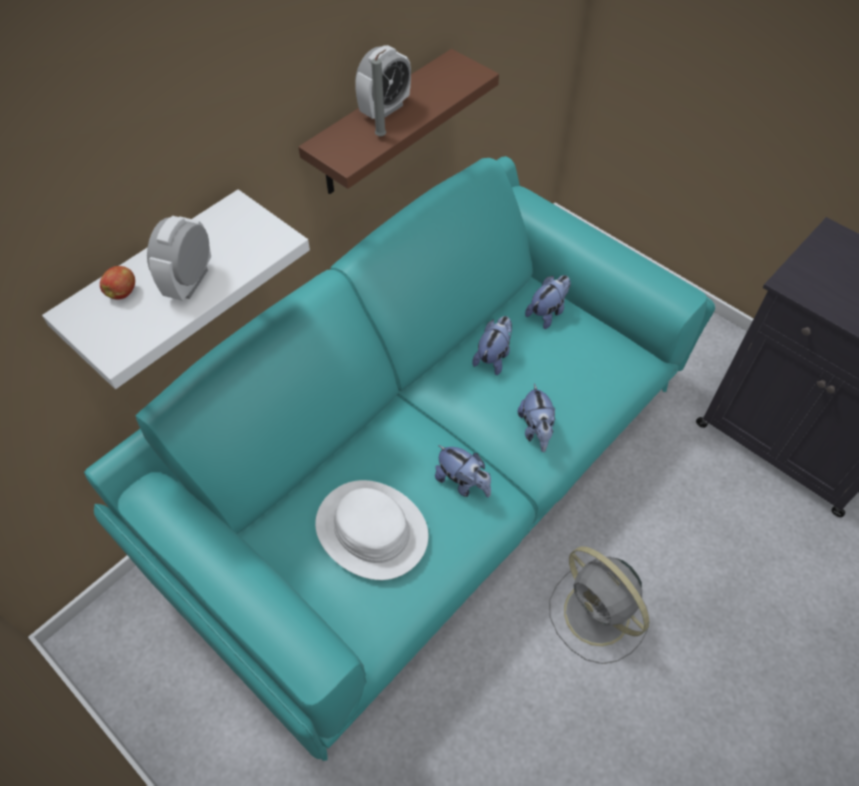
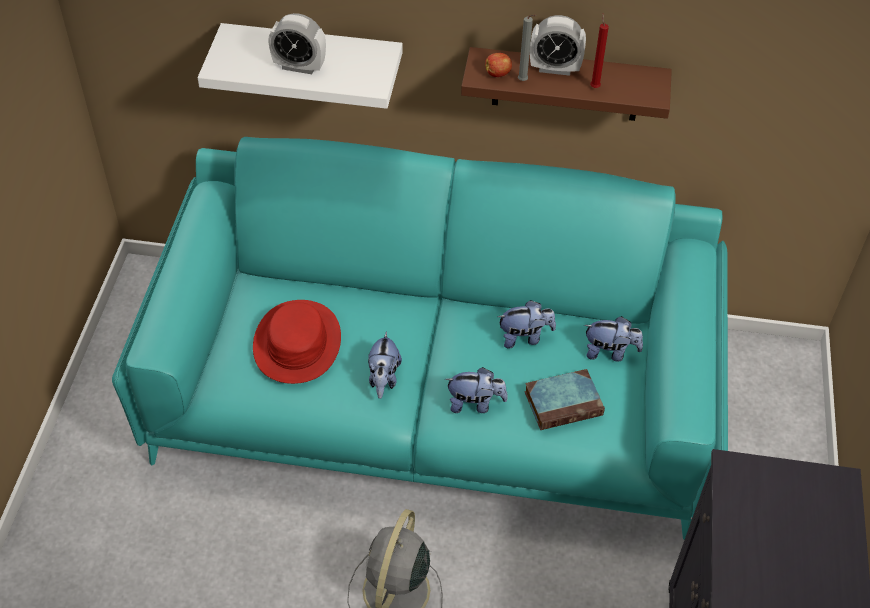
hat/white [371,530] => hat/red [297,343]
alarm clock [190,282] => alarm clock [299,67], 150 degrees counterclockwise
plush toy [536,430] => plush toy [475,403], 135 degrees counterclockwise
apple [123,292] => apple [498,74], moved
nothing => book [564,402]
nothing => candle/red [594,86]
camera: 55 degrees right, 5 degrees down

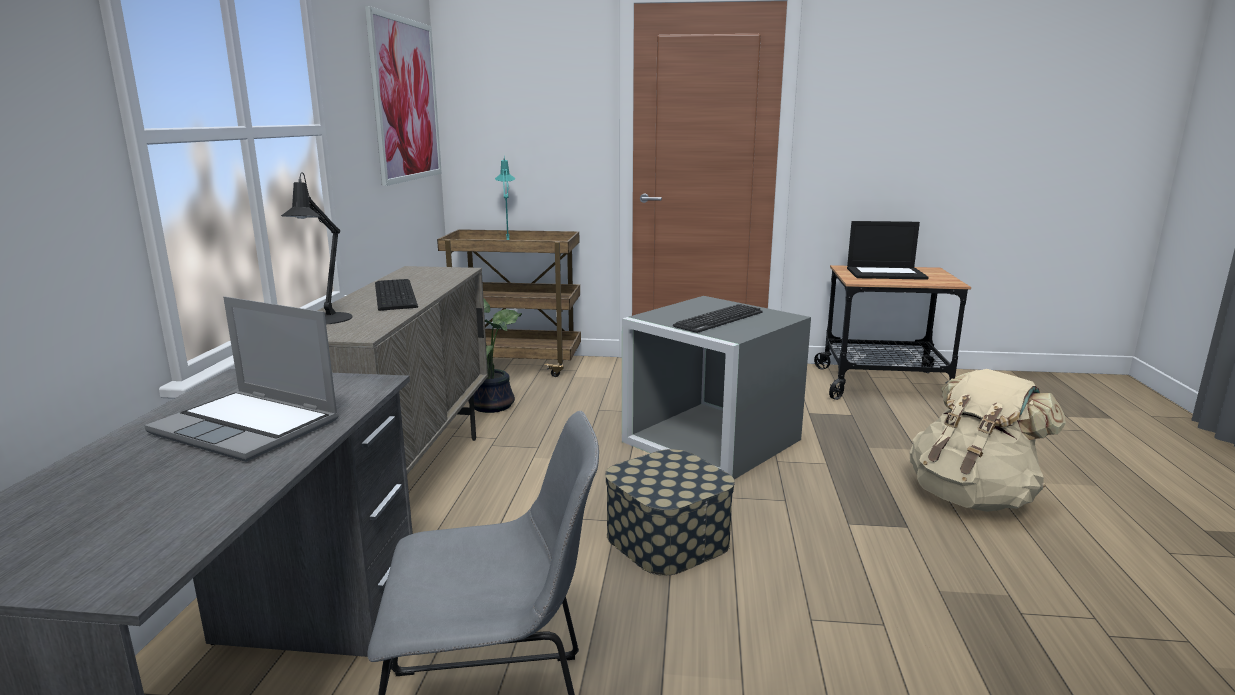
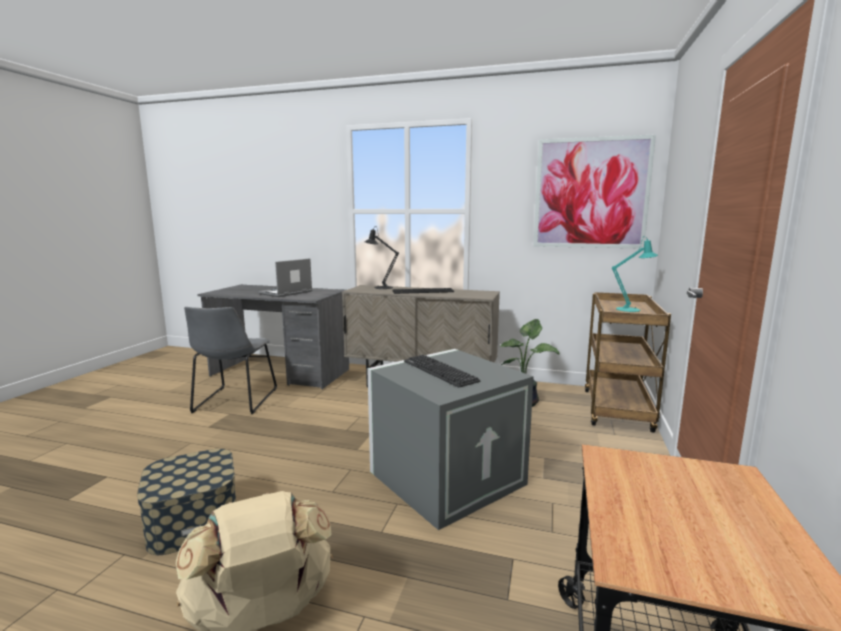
storage box [667,539] => storage box [193,521], moved
laptop [886,273] => nothing
camera: 100 degrees right, 5 degrees down

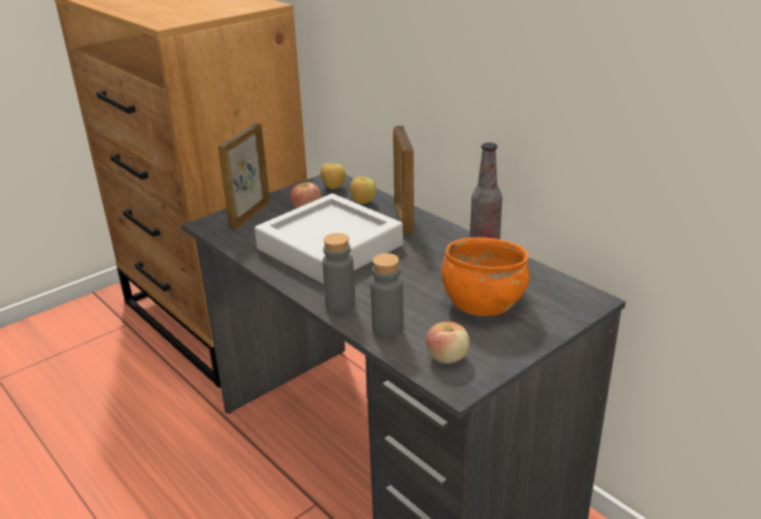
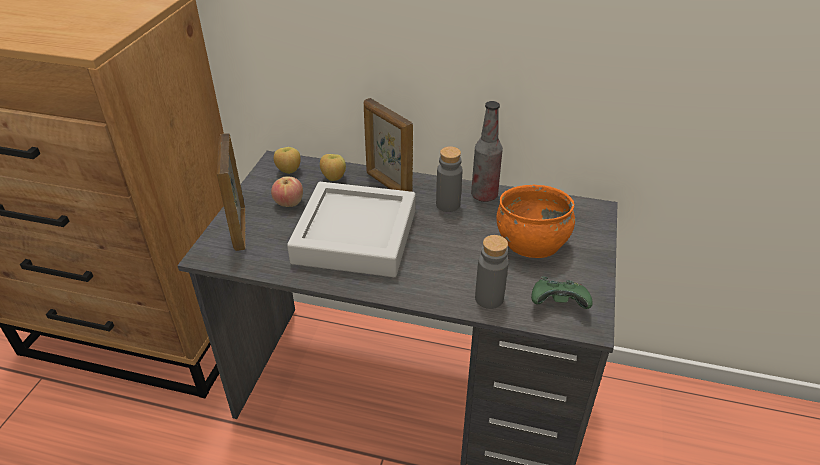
bottle/grey [340,306] => bottle/grey [448,204], moved
apple [448,358] => game controller/green [558,304]
camera: 35 degrees left, 10 degrees up

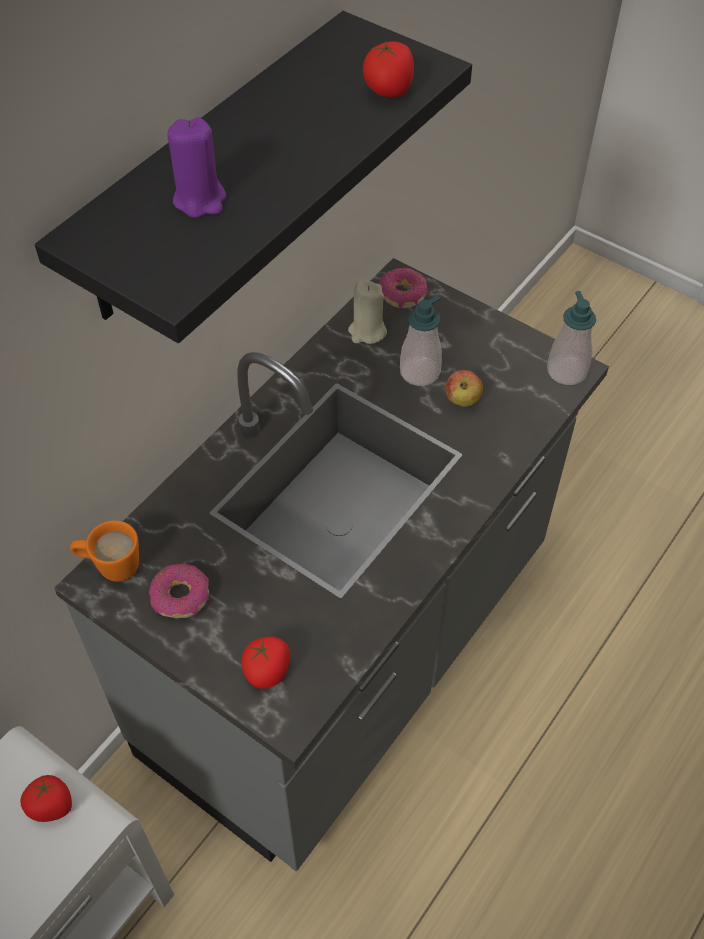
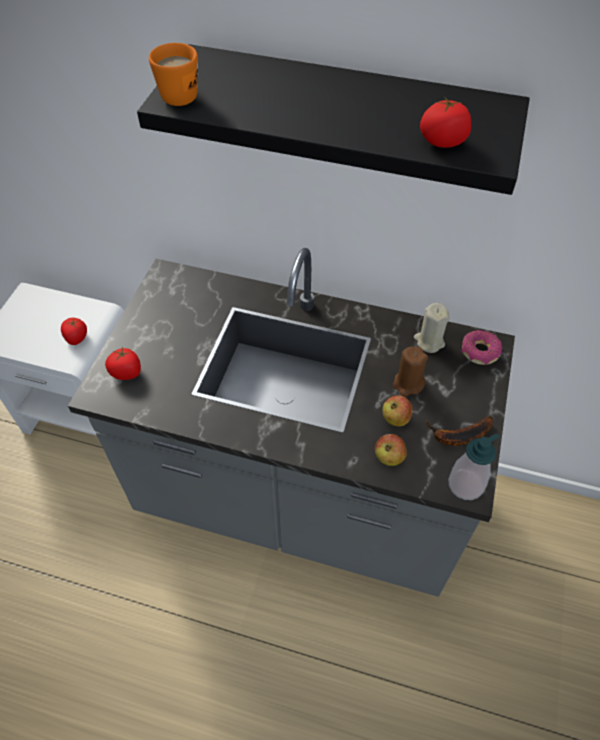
mug/orange [110,566] => mug/orange [178,93], moved
nothing => apple [389,457]
soap dispenser [420,372] => candle/brown [408,384]
nothing => banana [458,436]
donut [181,597] => nothing
candle/purple [200,199] => nothing
camera: 70 degrees right, 0 degrees up

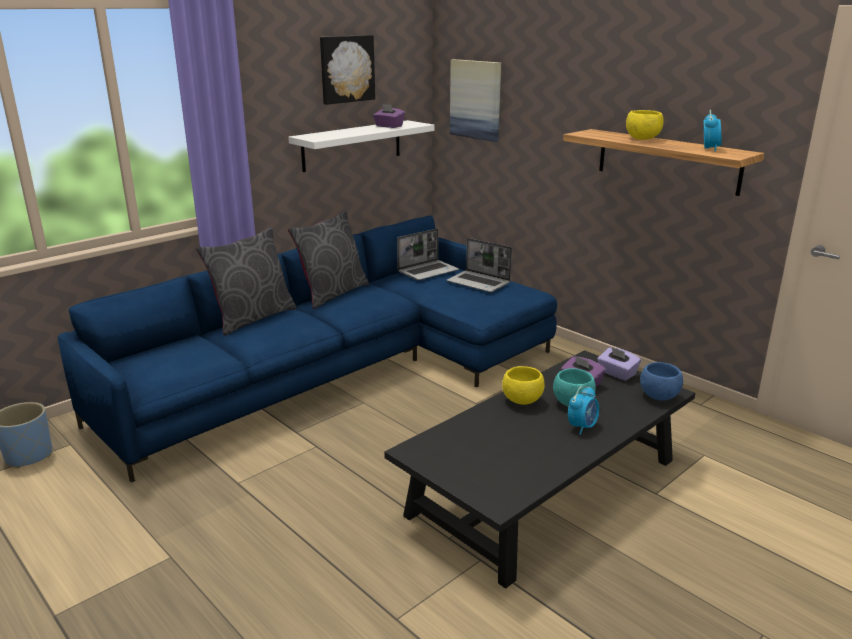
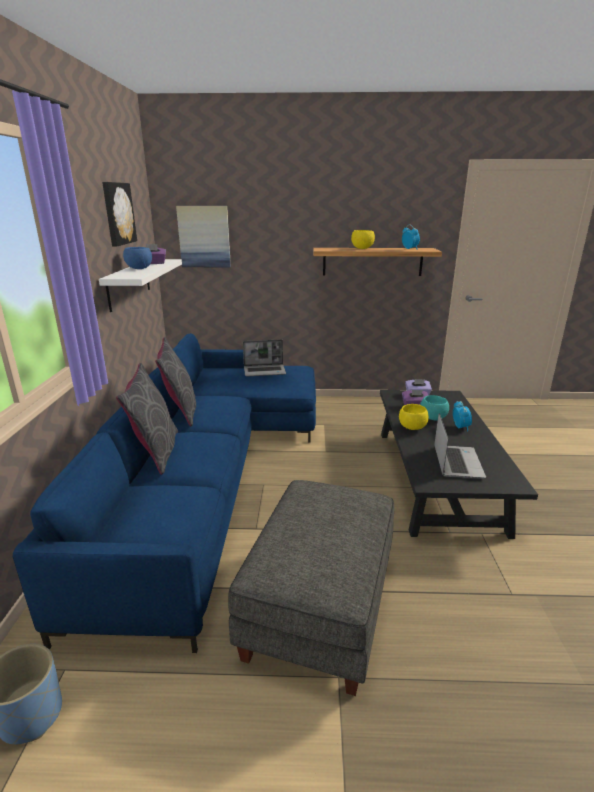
bowl/blue [659,396] => bowl/blue [139,269], moved
nothing => ottoman/grey [318,605]
laptop [428,271] => laptop [456,462], moved
camera: 45 degrees left, 0 degrees up

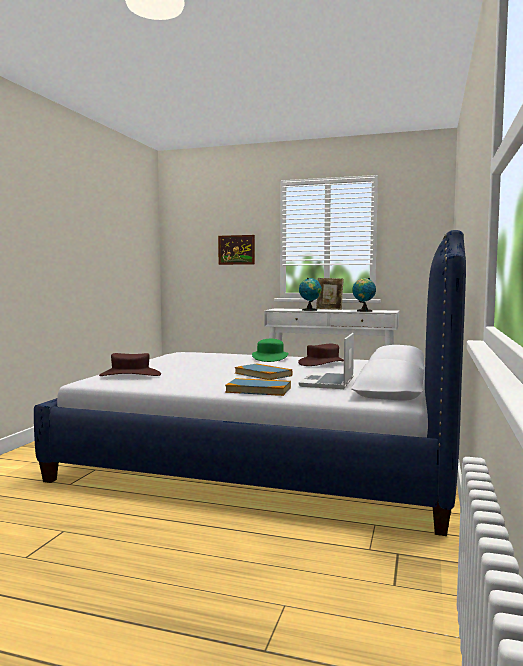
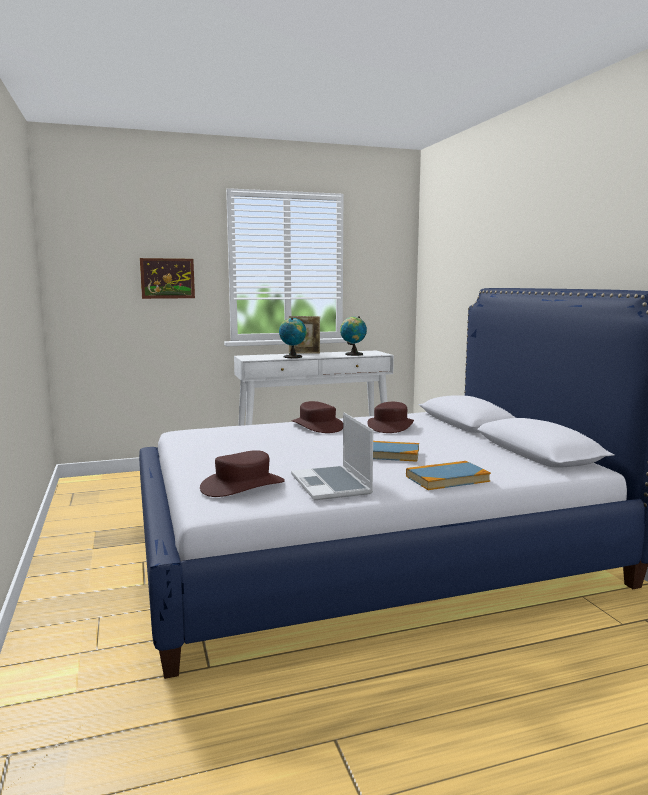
hat/green [270,358] => hat/brown [317,426]
laptop [328,383] => laptop [332,485], moved
camera: 35 degrees left, 5 degrees up

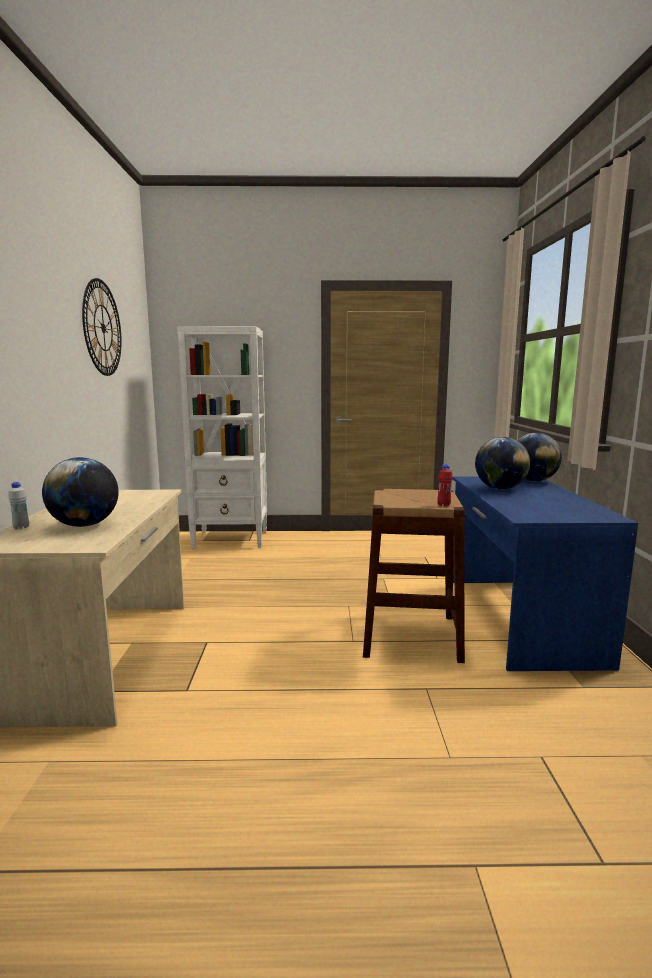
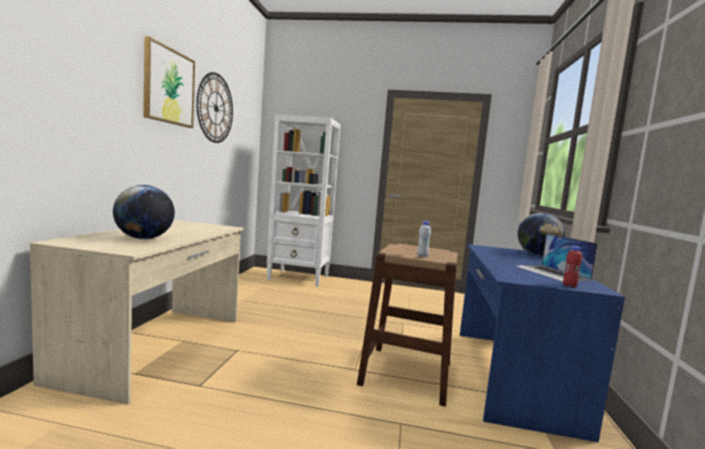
nothing => picture [169,86]
bottle/white [21,527] => bottle/white [422,256], moved
nothing => laptop [552,273]
bottle/red [443,505] => bottle/red [569,286], moved
globe [500,488] => nothing
camera: 10 degrees right, 5 degrees down

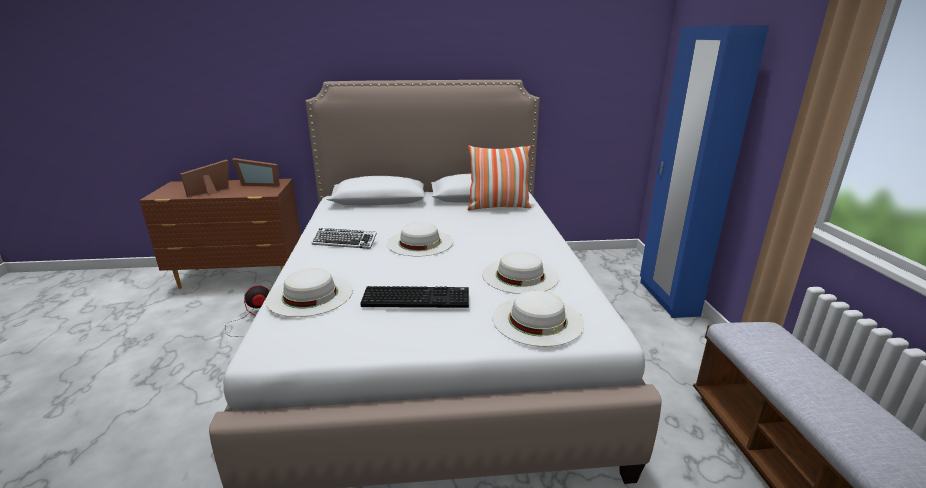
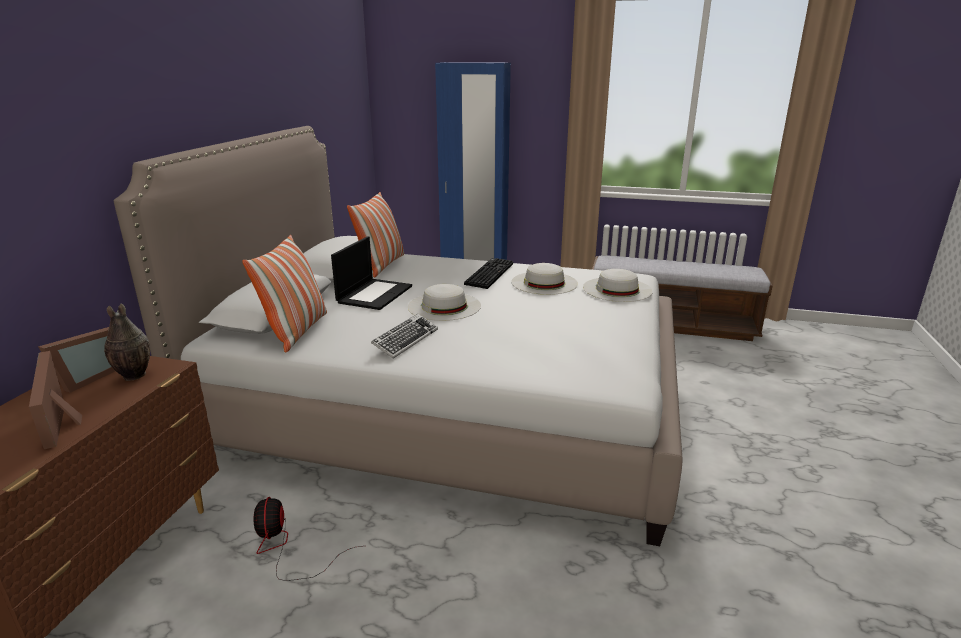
nothing => vase [133,376]
nothing => pillow [296,331]
nothing => laptop [374,294]
keyboard [417,298] => keyboard [488,274], moved
hat/white [310,294] => nothing
camera: 70 degrees left, 0 degrees up

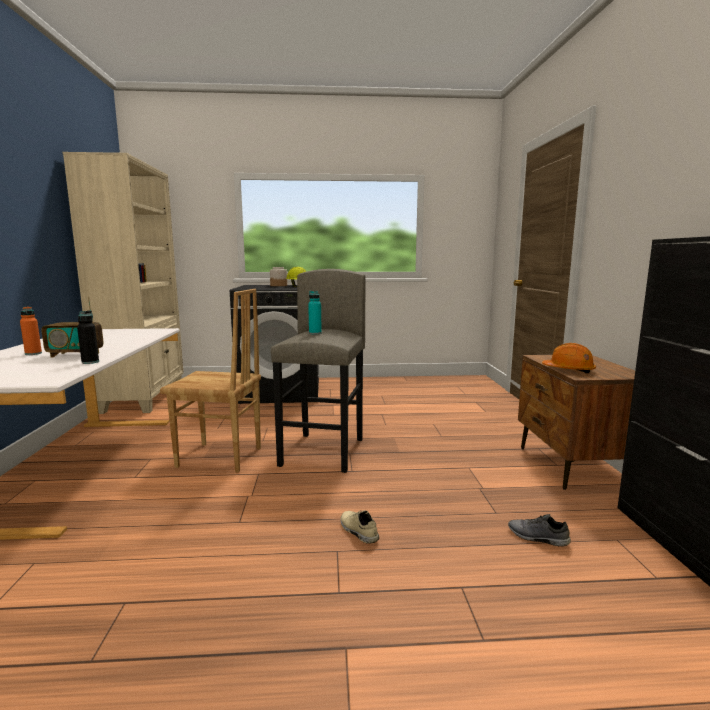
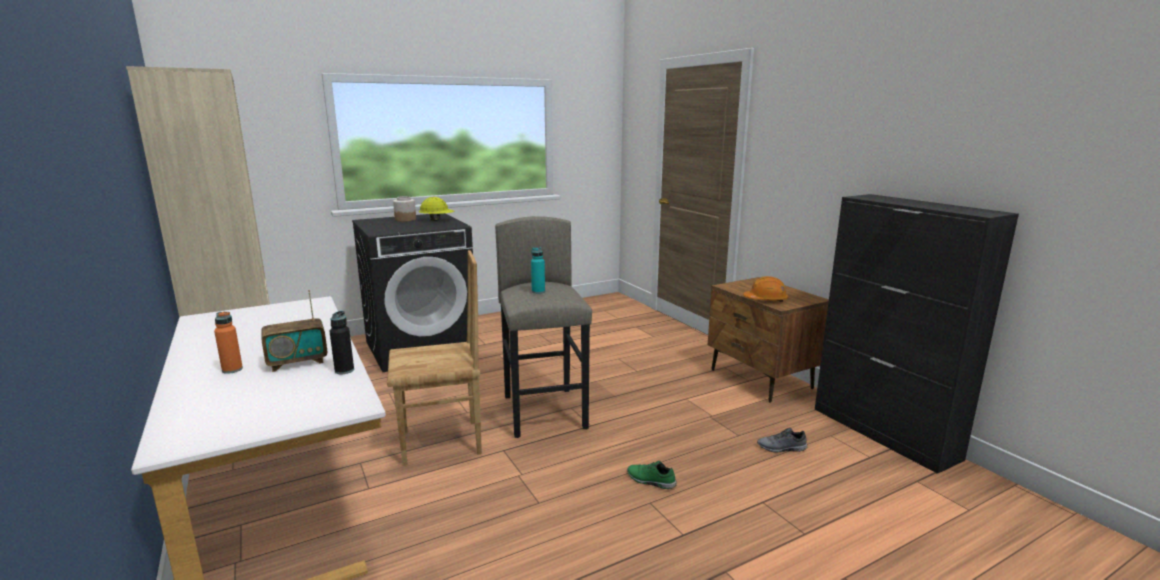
shoe/beige [357,531] => shoe/green [650,481]
camera: 25 degrees left, 5 degrees up

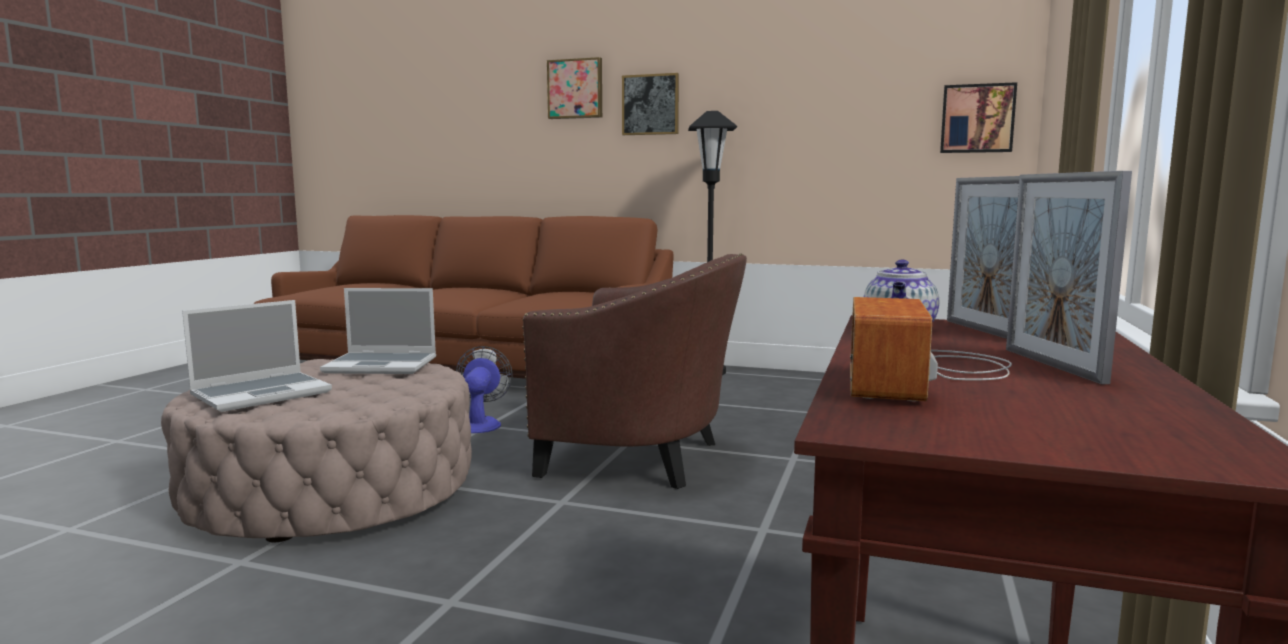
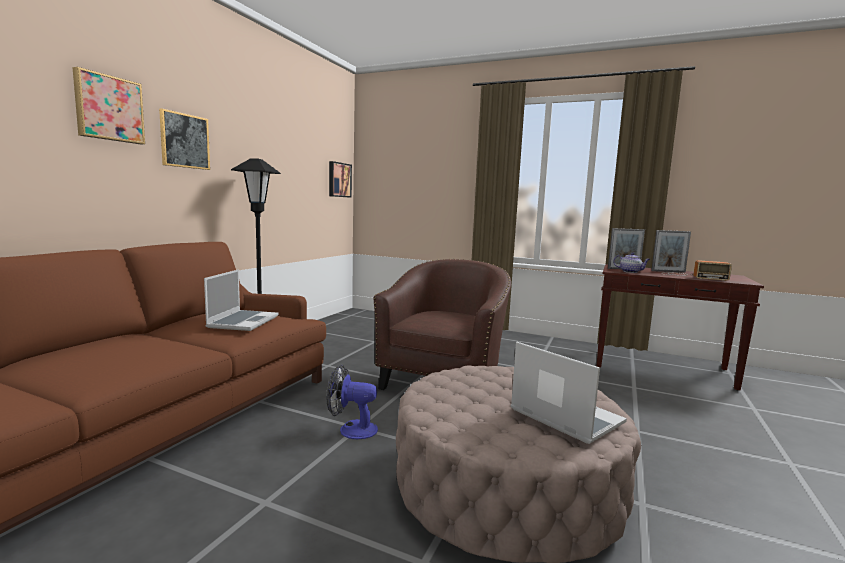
laptop [383,365] => laptop [243,321], moved
camera: 85 degrees left, 0 degrees up

